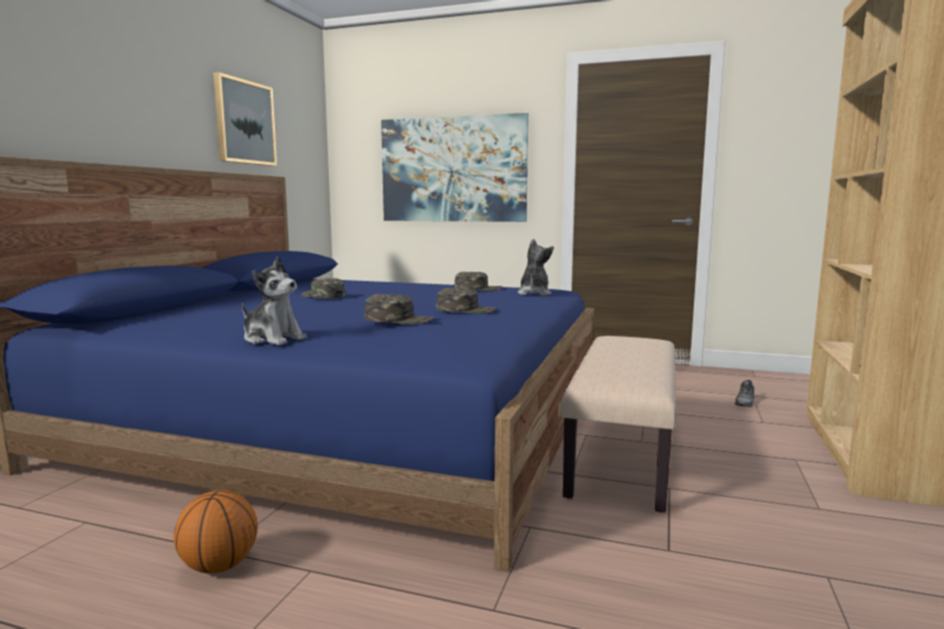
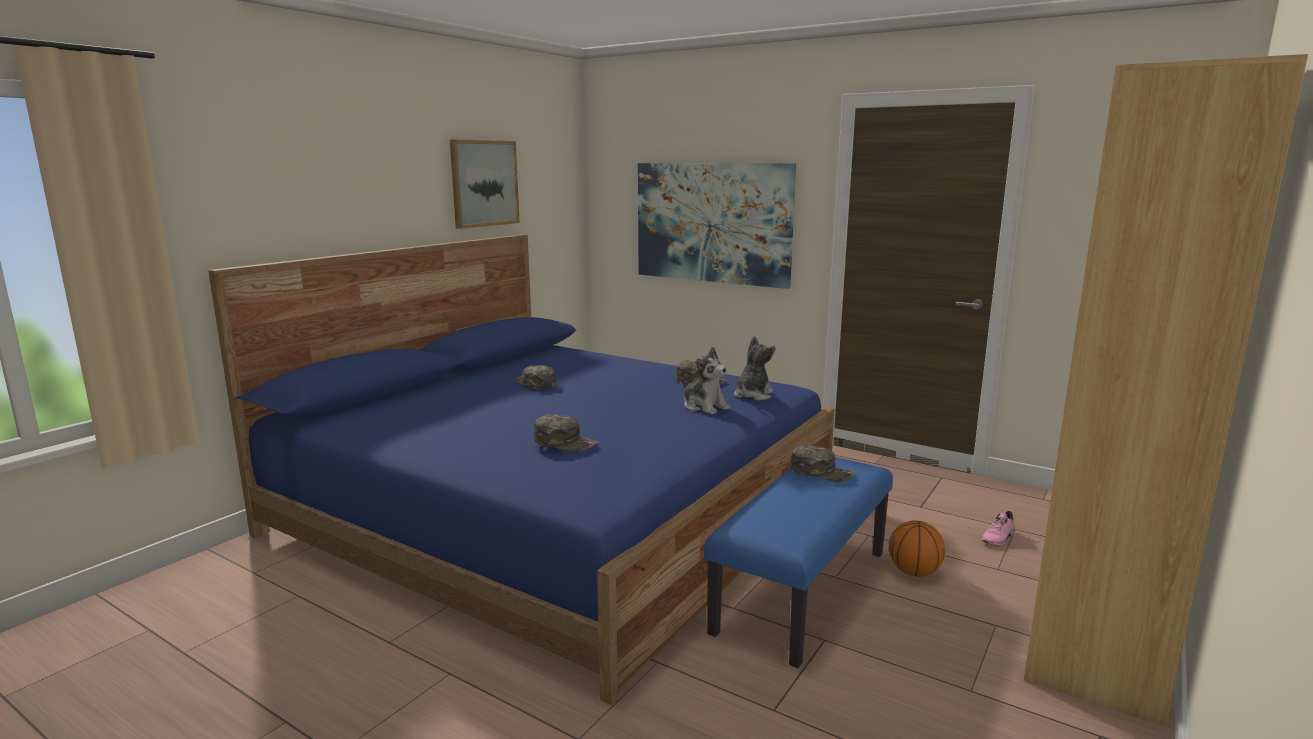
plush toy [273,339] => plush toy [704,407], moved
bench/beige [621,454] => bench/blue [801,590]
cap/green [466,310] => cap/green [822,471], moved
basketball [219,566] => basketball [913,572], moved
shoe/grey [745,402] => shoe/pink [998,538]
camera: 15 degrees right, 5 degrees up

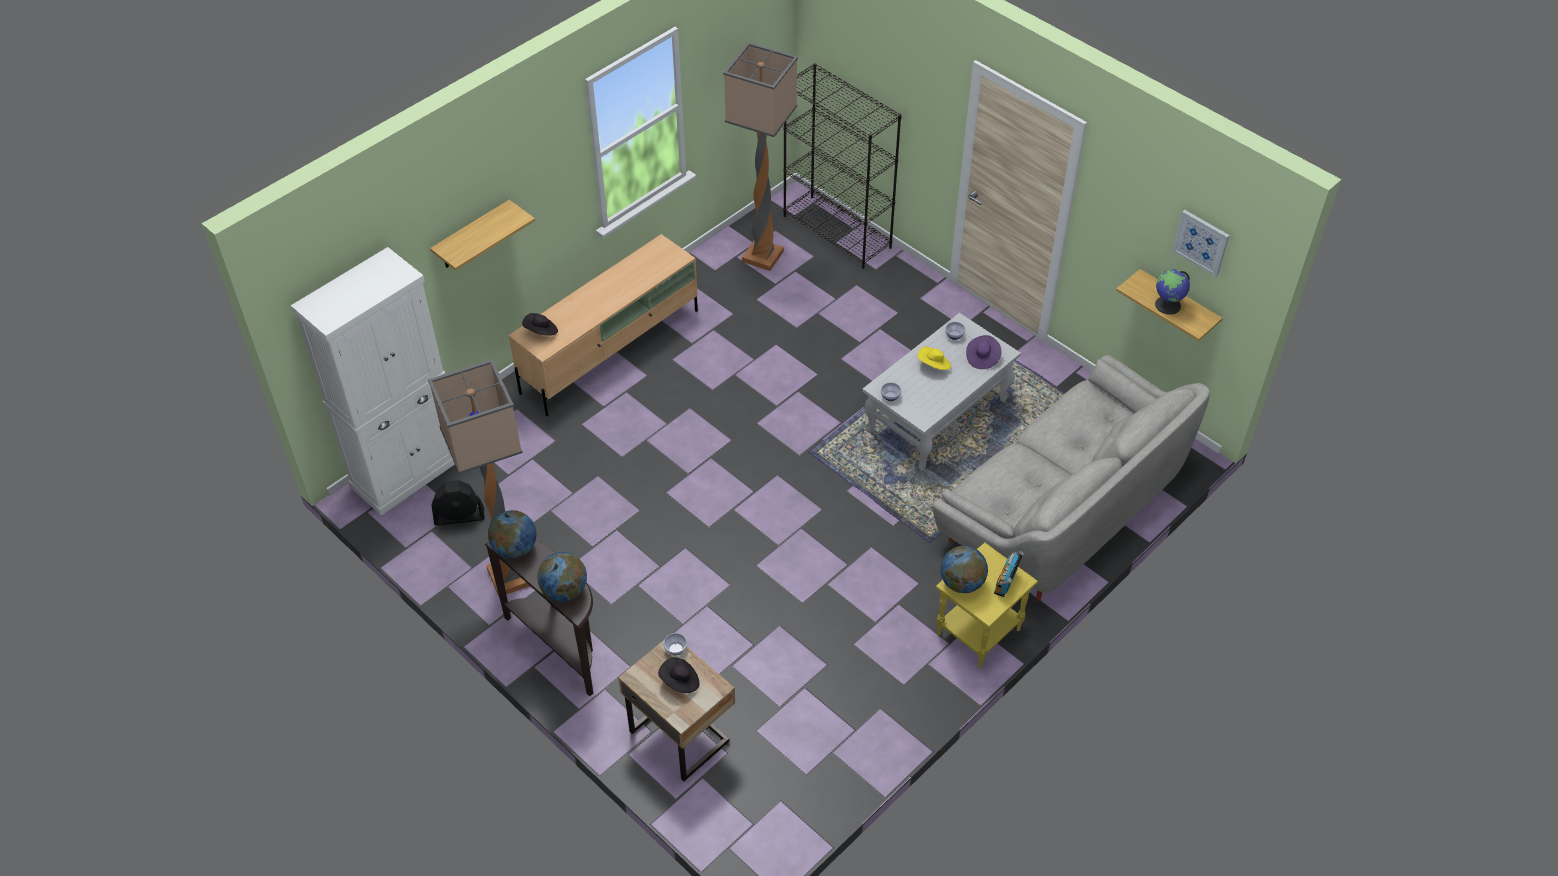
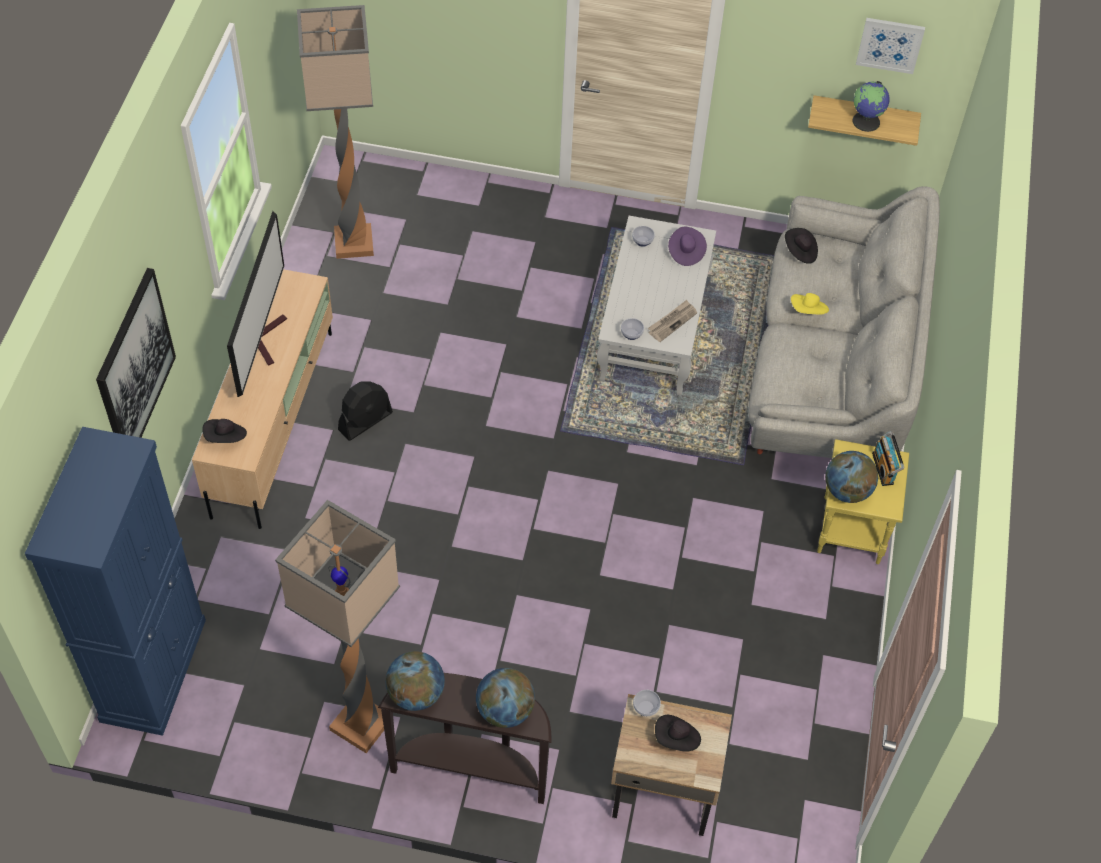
cabinet/white [408,471] => cabinet/blue [154,669]
shelf [472,236] => picture [134,366]
nothing => television [266,337]
fan/black [459,516] => fan/black [365,421], moved
nothing => newspaper [672,322]
nothing => hat/black [800,252]
hat/yellow [934,365] => hat/yellow [808,311], moved
bookcase/black [838,232] => nothing
camera: 35 degrees left, 5 degrees up

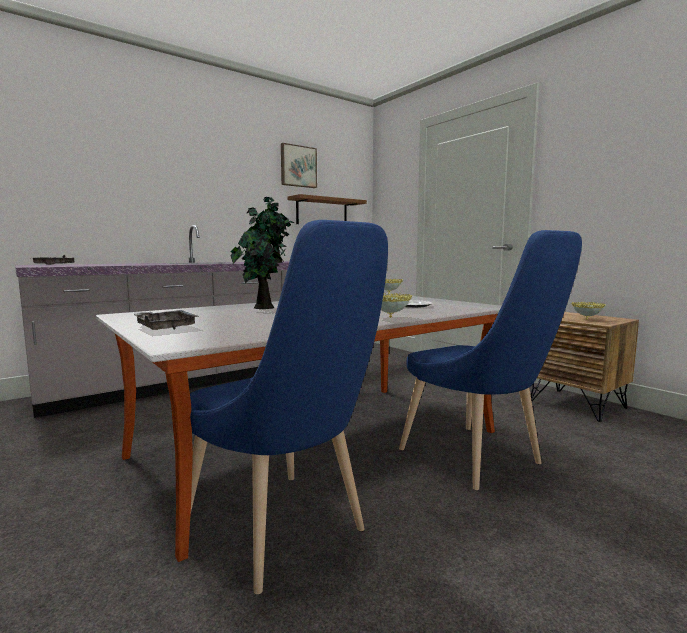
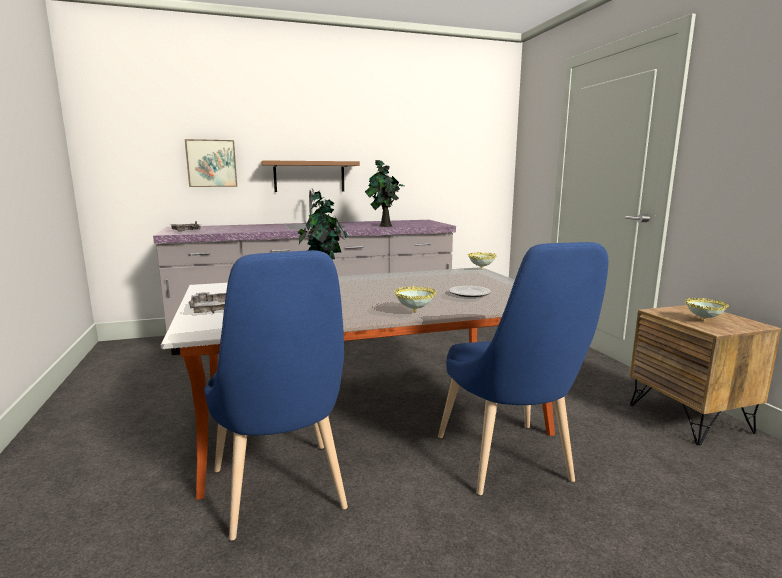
picture [298,166] => picture [211,163], moved
shelf/brown [322,212] => shelf/brown [309,176], moved
camera: 20 degrees right, 5 degrees up

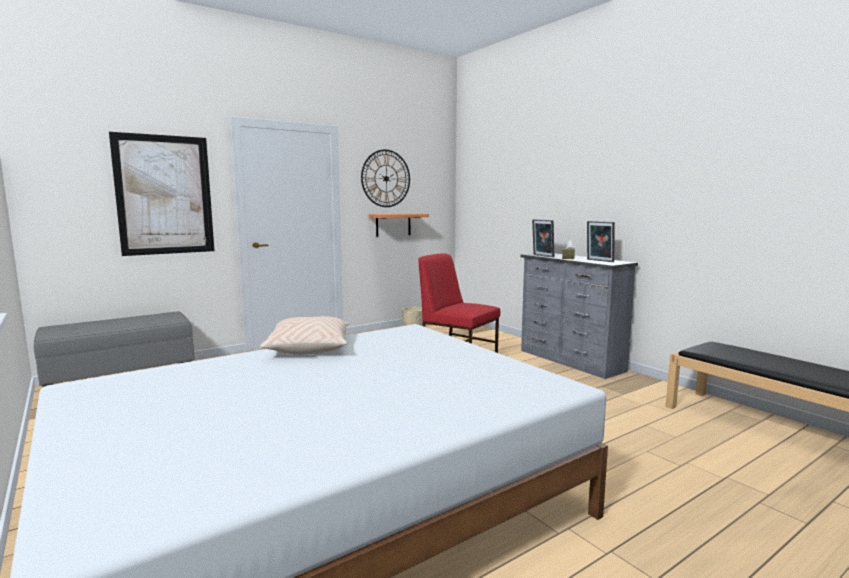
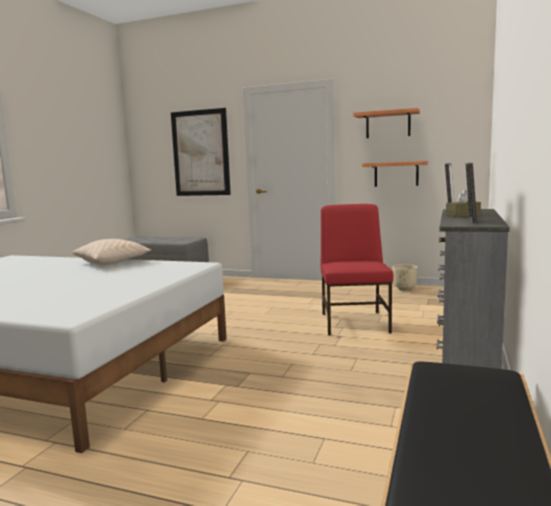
wall clock [386,178] => shelf [388,124]
camera: 55 degrees right, 0 degrees up

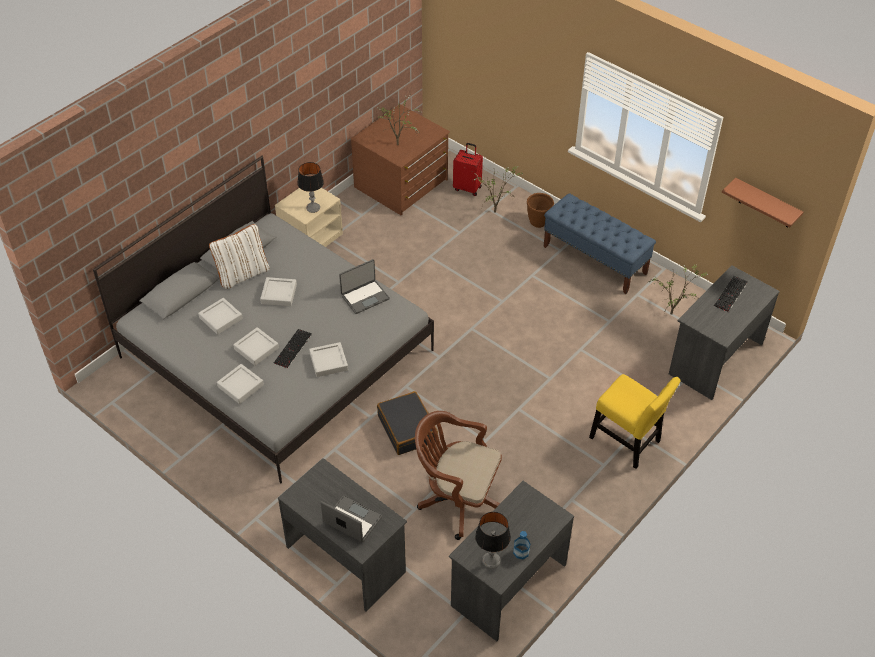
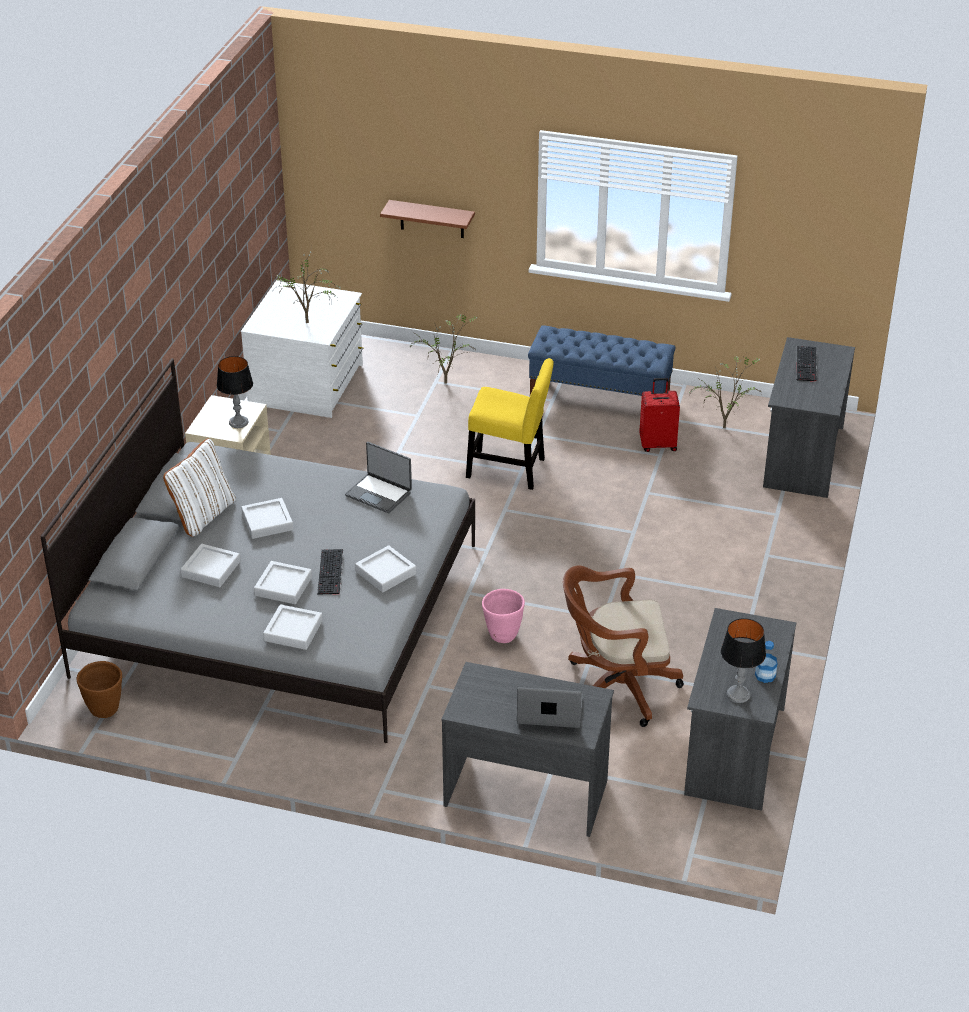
planter/brown [538,223] => planter/brown [105,710], moved
dresser/brown [402,184] => dresser/white [308,384]
laptop [365,297] => laptop [379,493], 90 degrees clockwise
shelf/brown [766,204] => shelf/brown [432,219], moved
chair/yellow [627,442] => chair/yellow [510,469], moved
suitcase/black [407,429] => planter/pink [502,635]
suitcase/red [467,188] => suitcase/red [658,444], moved
camera: 25 degrees left, 10 degrees down

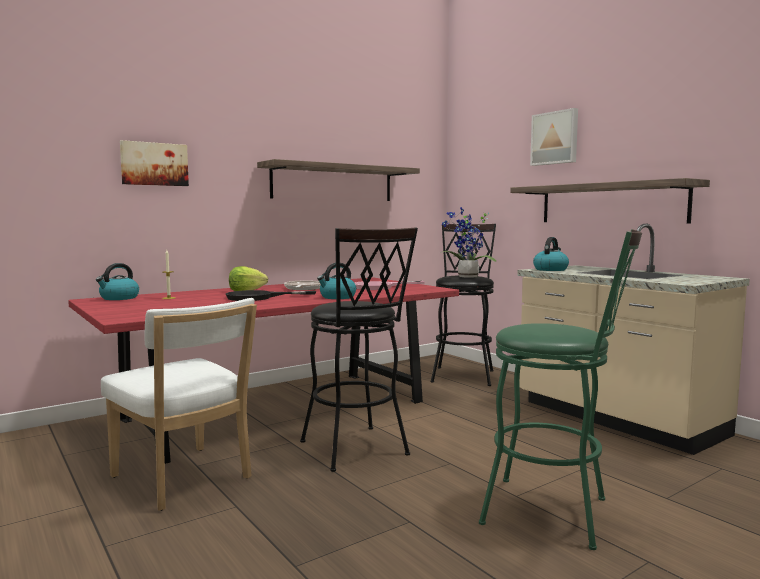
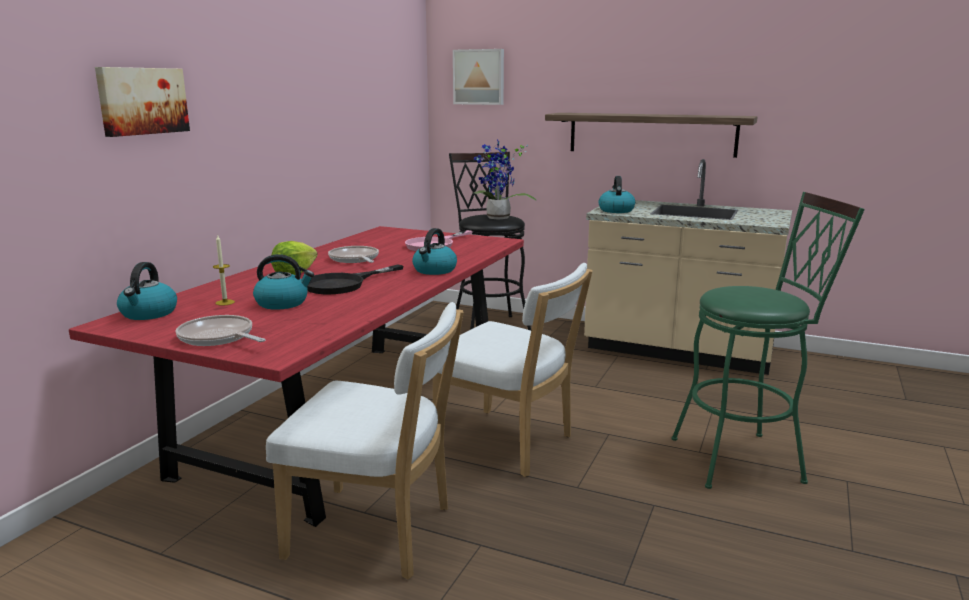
nothing => frying pan [218,338]
nothing => kettle [283,303]
stool/black [357,451] => chair/white [510,444]
picture [555,138] => picture [479,77], moved
shelf [333,183] => nothing
camera: 30 degrees left, 10 degrees up

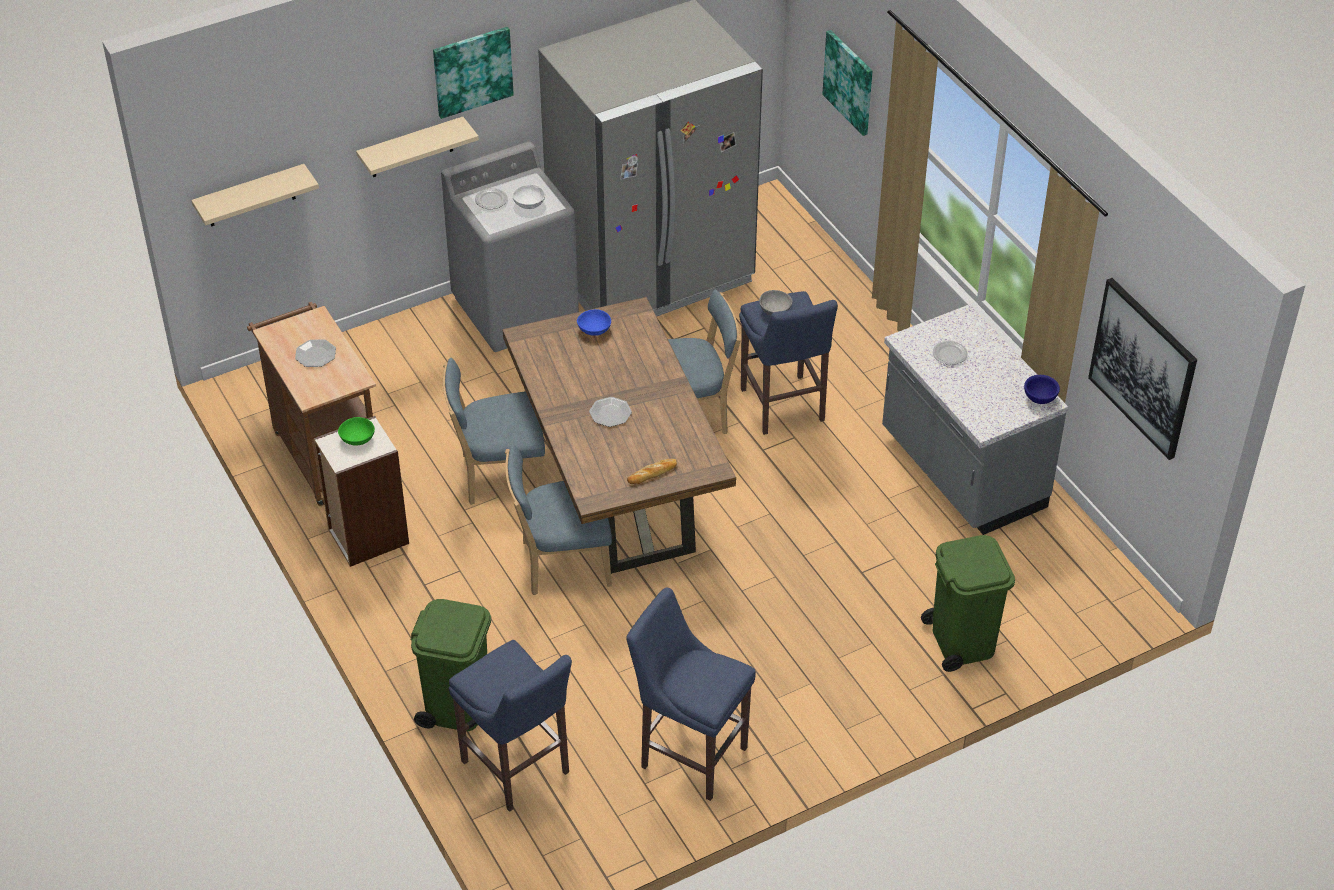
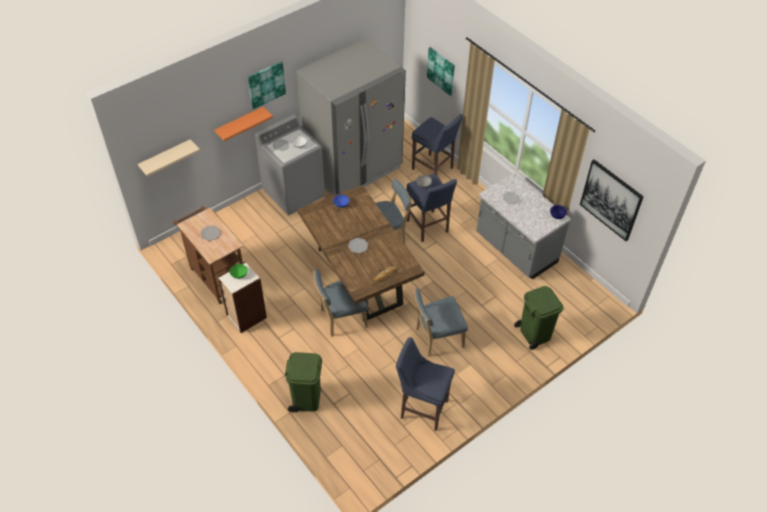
shelf/beige [411,148] => shelf/orange [240,124]
stool/blue [518,770] => stool/blue [434,169], moved
chair/blue [499,476] => chair/blue [437,338], moved
camera: 10 degrees left, 5 degrees up

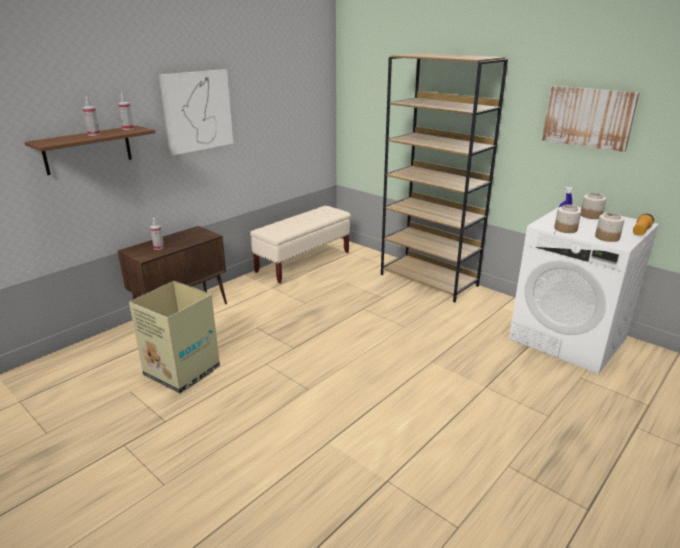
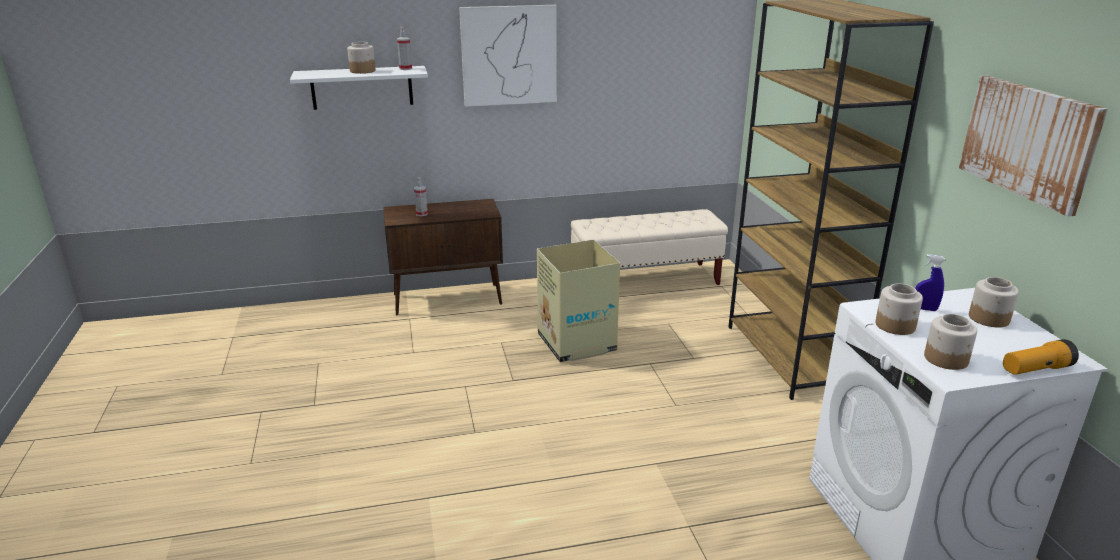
shelf/brown [88,150] => shelf/white [362,87]
spray bottle [94,134] => jar [362,71]
cardboard box [183,371] => cardboard box [577,343], moved
camera: 35 degrees right, 0 degrees up

